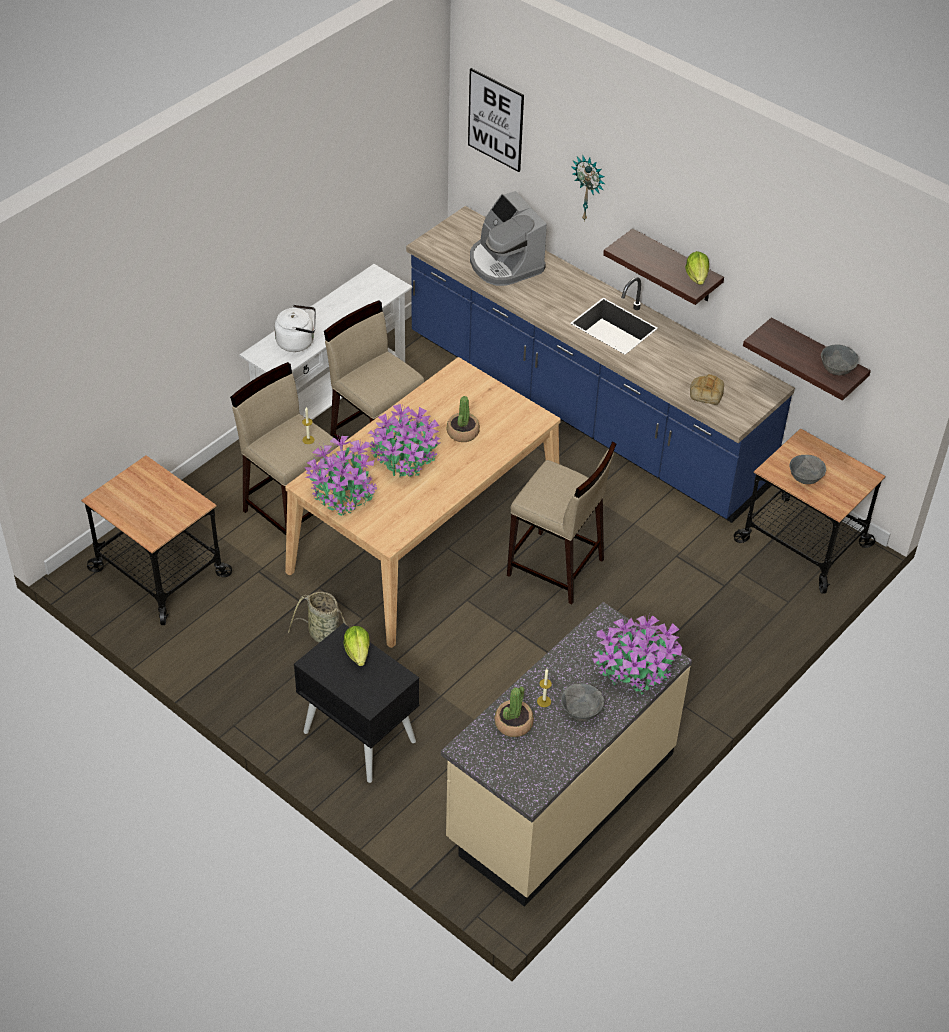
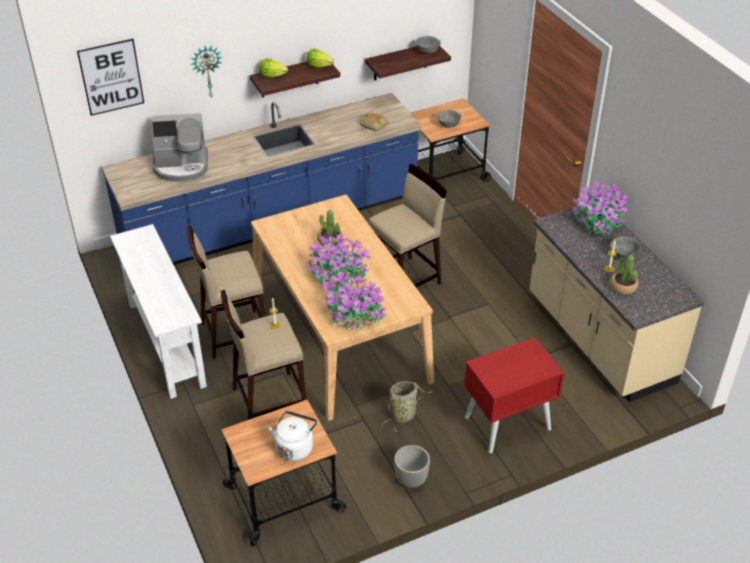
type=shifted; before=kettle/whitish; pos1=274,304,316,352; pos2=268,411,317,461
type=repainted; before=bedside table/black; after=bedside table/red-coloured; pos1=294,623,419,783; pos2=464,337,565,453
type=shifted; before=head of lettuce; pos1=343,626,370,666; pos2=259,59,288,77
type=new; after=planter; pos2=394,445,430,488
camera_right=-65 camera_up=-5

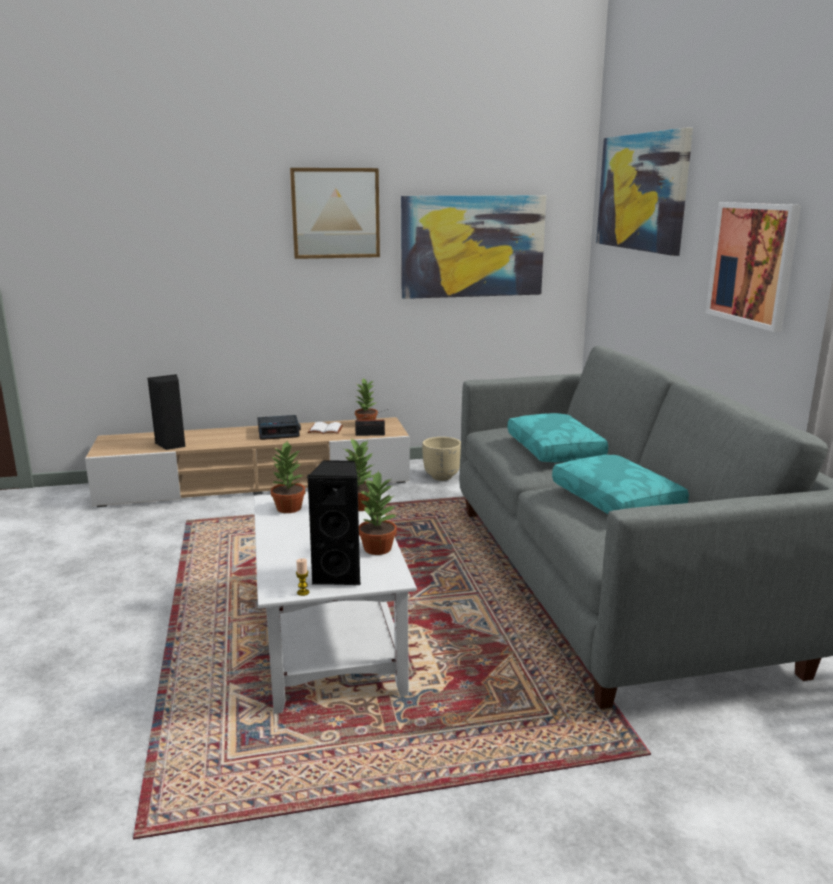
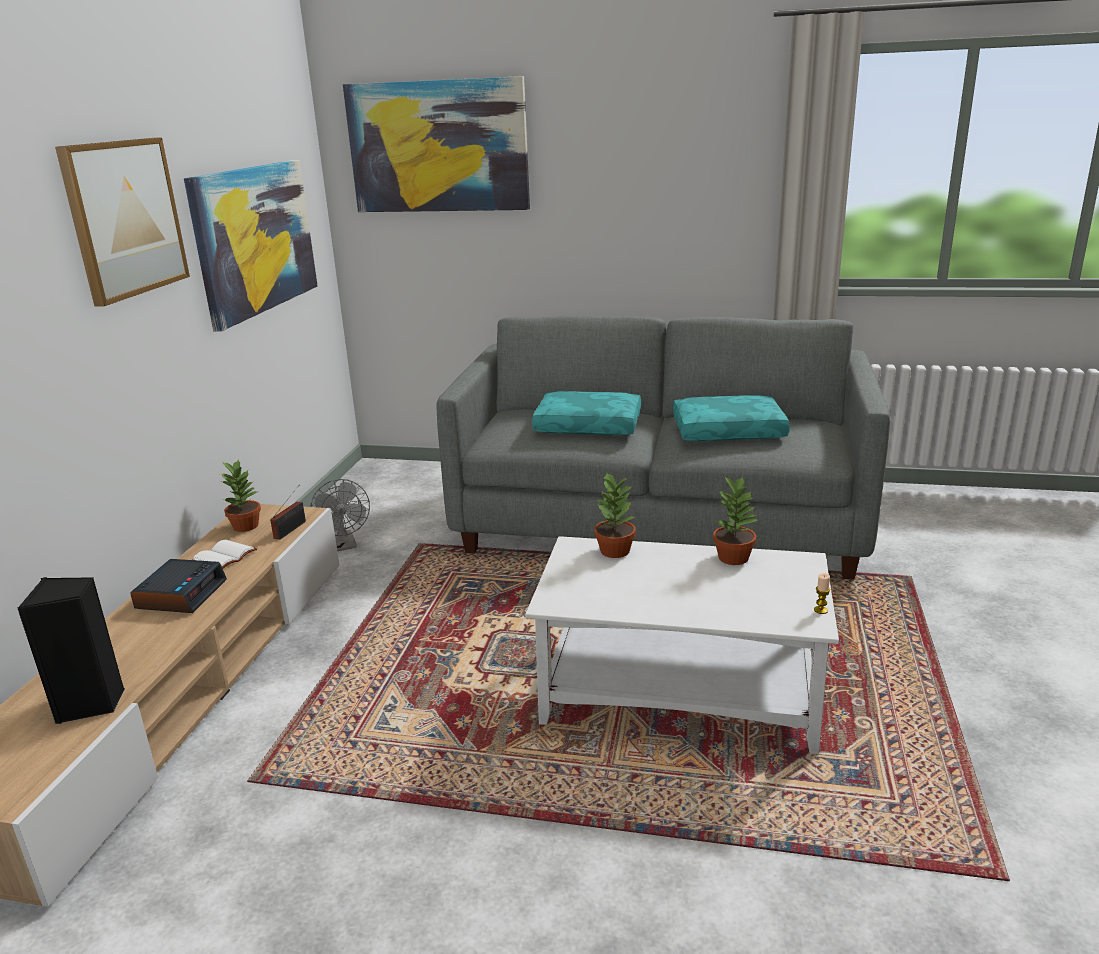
type=gone; before=wall picture; pos1=706,202,801,332
type=swapped; before=planter/beige; after=fan/greyish; pos1=422,437,461,481; pos2=310,479,370,551
type=gone; before=plant in a pot; pos1=271,441,305,513
type=gone; before=loudspeaker/black; pos1=307,460,361,585
camera_right=-65 camera_up=5

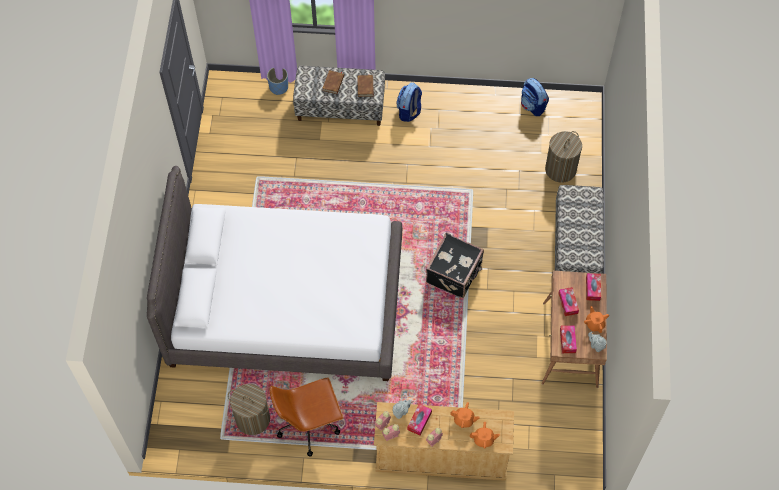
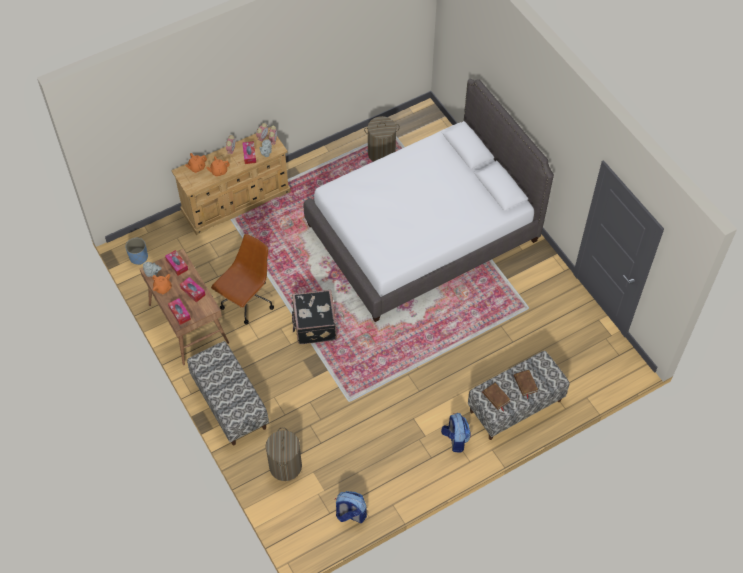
type=shifted; before=planter/bluish; pos1=267,68,288,95; pos2=125,238,148,265
type=shifted; before=office chair/brownish; pos1=269,378,344,456; pos2=211,234,274,325
camera_right=145 camera_up=-5

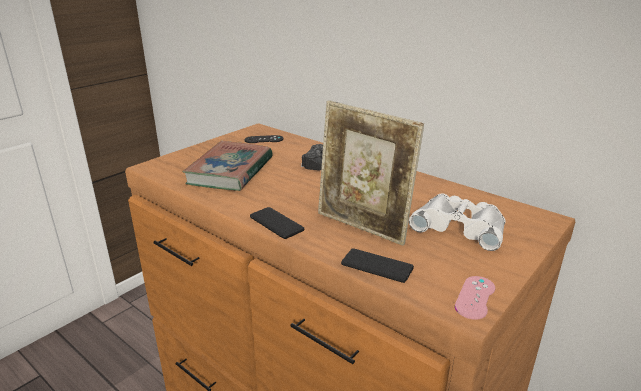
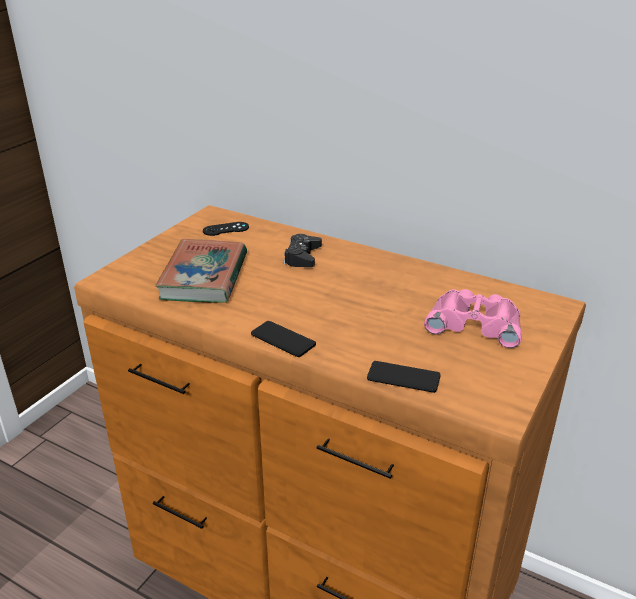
type=gone; before=photo frame; pos1=318,100,424,246
type=repainted; before=field glasses/whitish; after=field glasses/pinkish; pos1=409,193,506,251; pos2=424,289,522,348
type=gone; before=gamepad/pinkish; pos1=455,276,495,320
camera_right=-10 camera_up=5

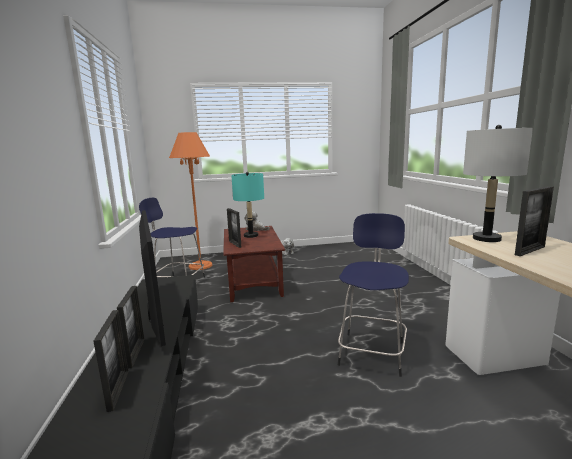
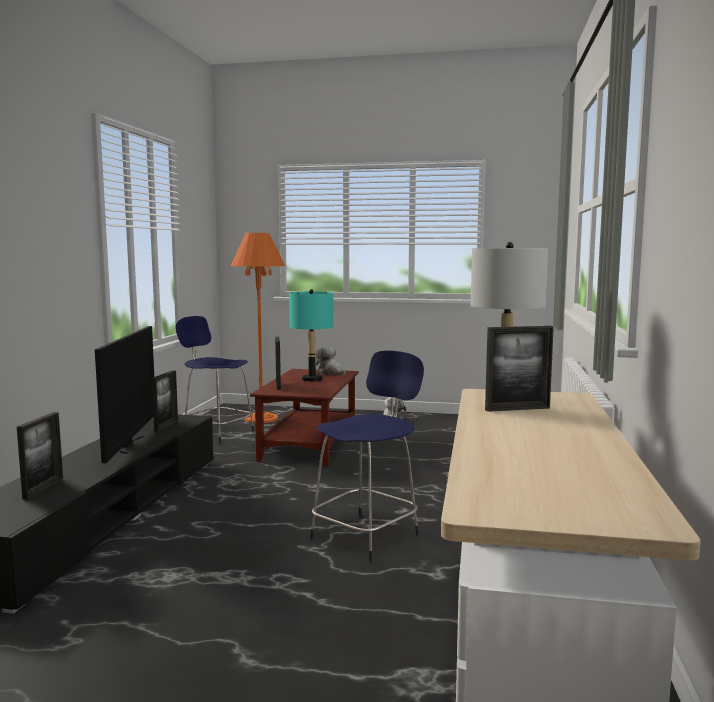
type=shifted; before=photo frame; pos1=117,286,145,369; pos2=152,370,178,432
camera_right=20 camera_up=-5

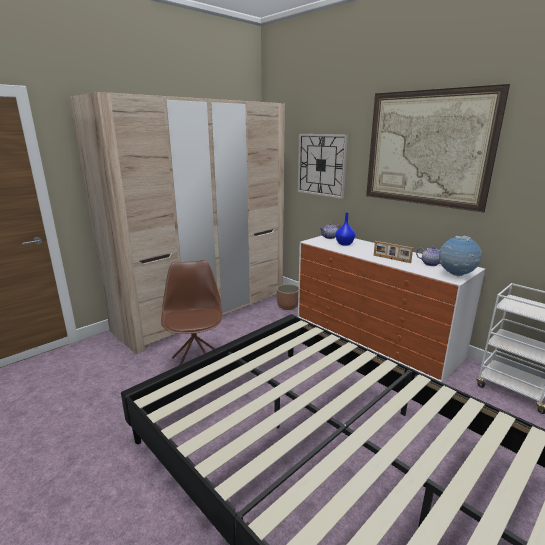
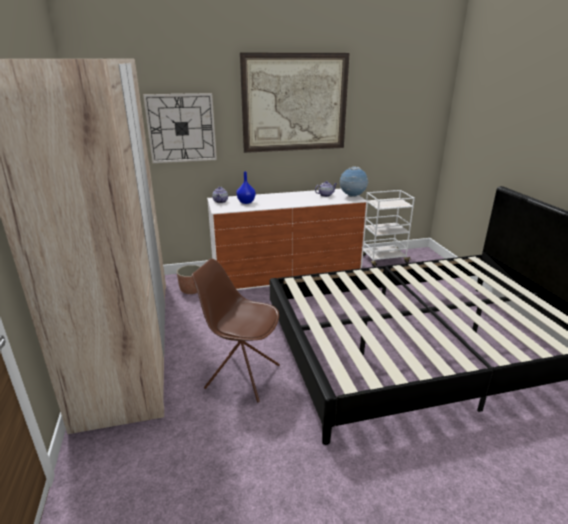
type=gone; before=photo frame; pos1=374,241,413,263
camera_right=-60 camera_up=5

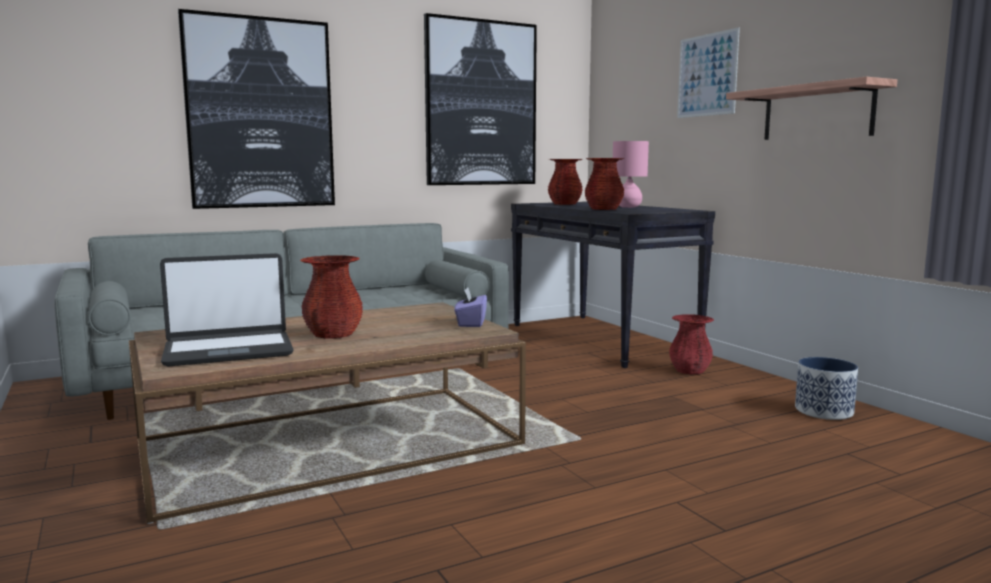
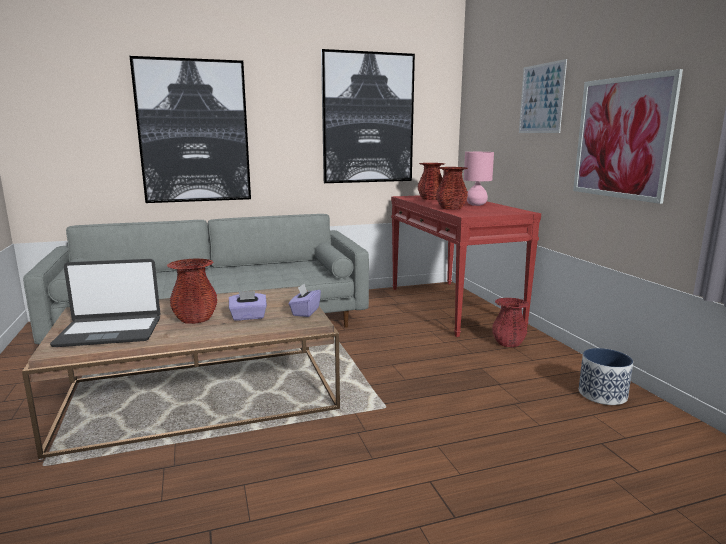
type=swapped; before=shelf; after=wall picture; pos1=726,77,897,140; pos2=573,69,683,204
type=repainted; before=hall table/black; after=hall table/red-coloured; pos1=511,202,715,368; pos2=391,195,541,337
type=new; after=tissue holder/purple; pos2=229,291,267,321
camera_right=10 camera_up=5

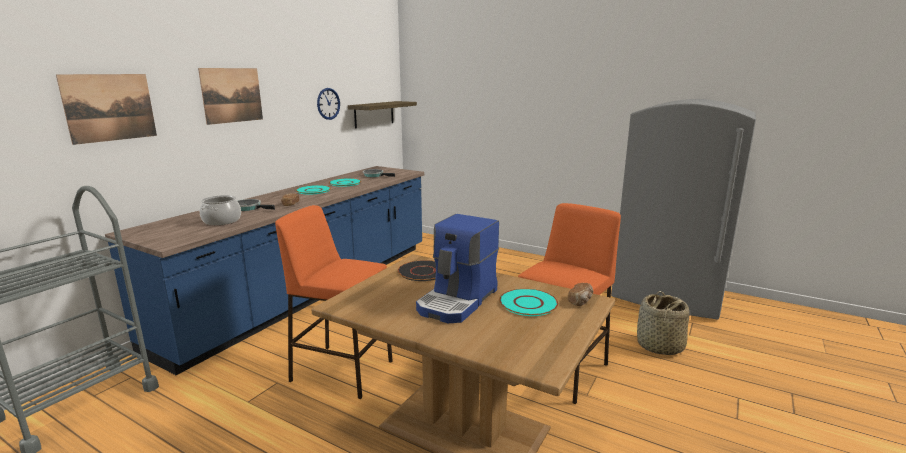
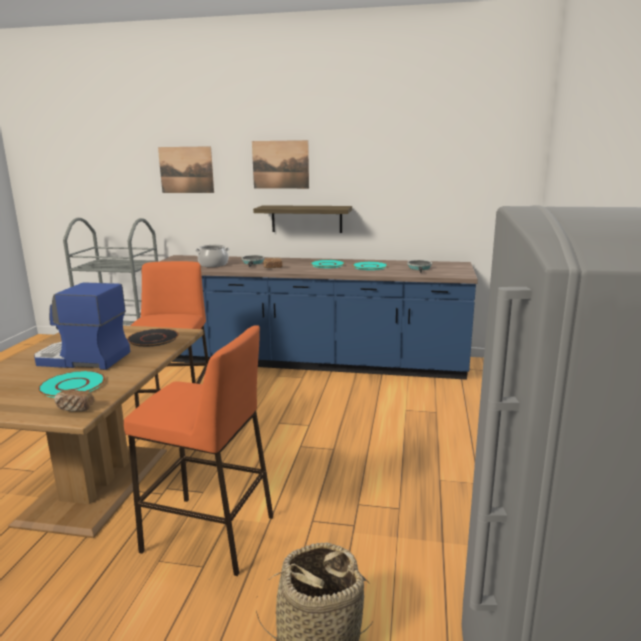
type=gone; before=hanging clock; pos1=317,88,340,120
type=shifted; before=shelf; pos1=348,101,417,128; pos2=253,205,352,233
camera_right=70 camera_up=0

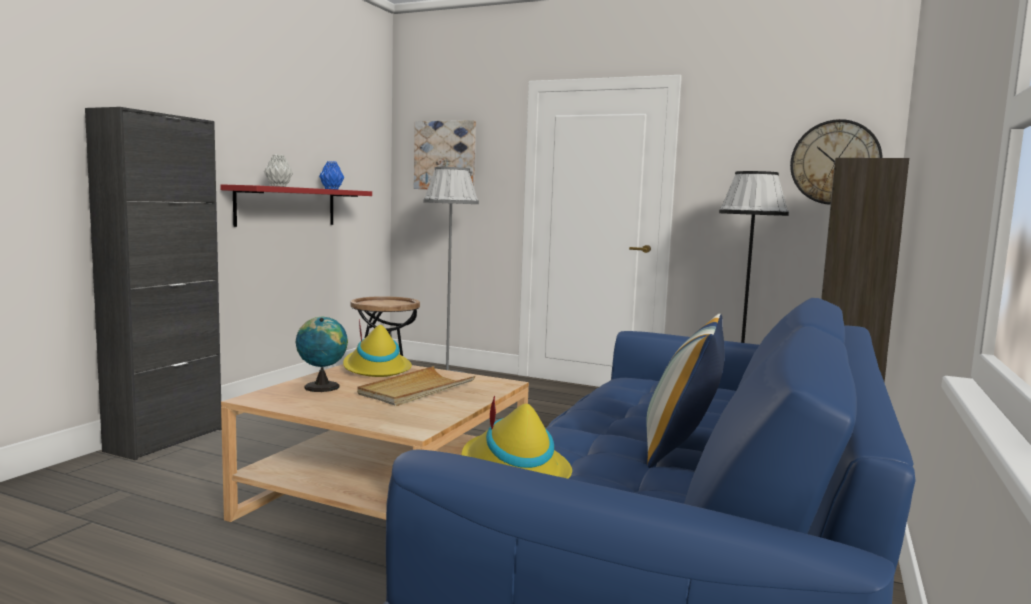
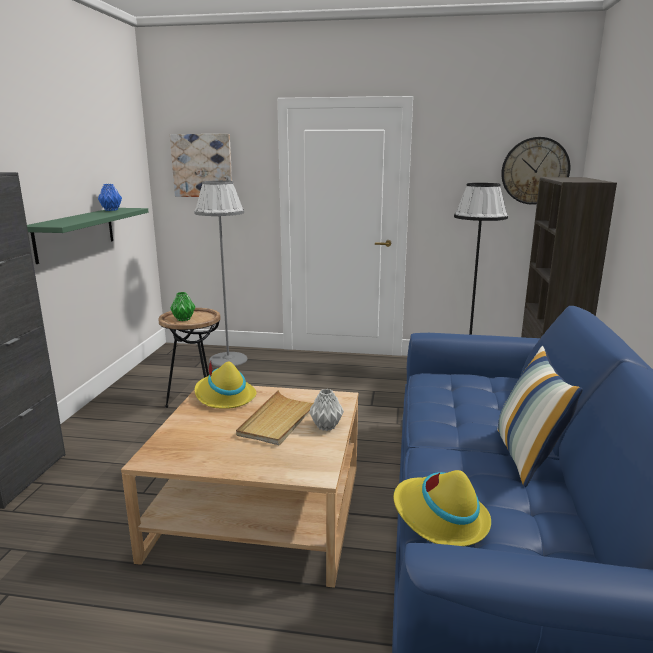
type=shifted; before=flower vase/greyish; pos1=264,154,293,187; pos2=309,389,344,431
type=repainted; before=shelf/red-coloured; after=shelf/green-coloured; pos1=220,184,372,227; pos2=27,208,149,264
type=gone; before=globe; pos1=296,316,348,392
type=new; after=flower vase/green-coloured; pos2=170,292,195,321
camera_right=-15 camera_up=10

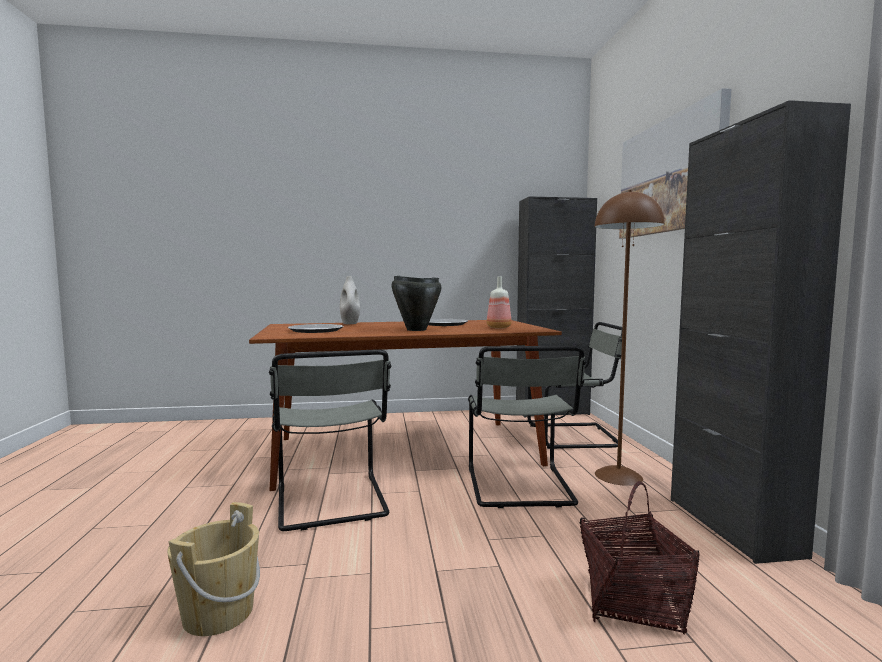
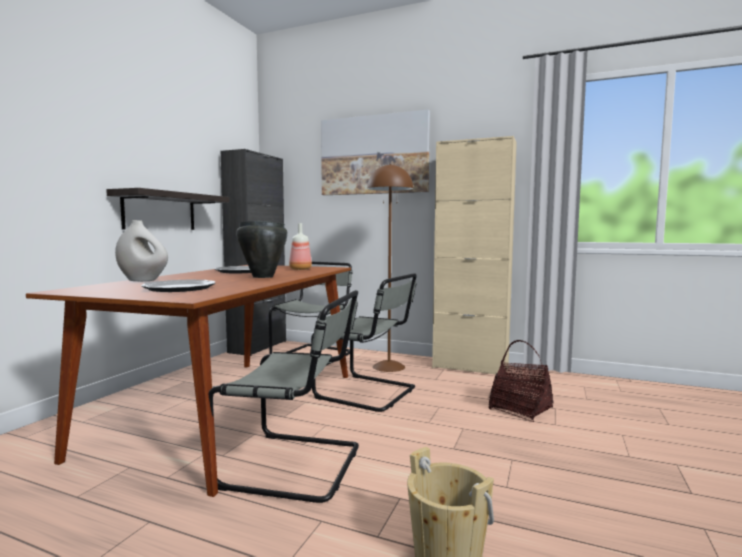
type=repainted; before=storage cabinet/black; after=storage cabinet/beige; pos1=671,100,851,564; pos2=432,136,517,374
type=new; after=shelf; pos2=106,188,229,230
camera_right=-60 camera_up=0

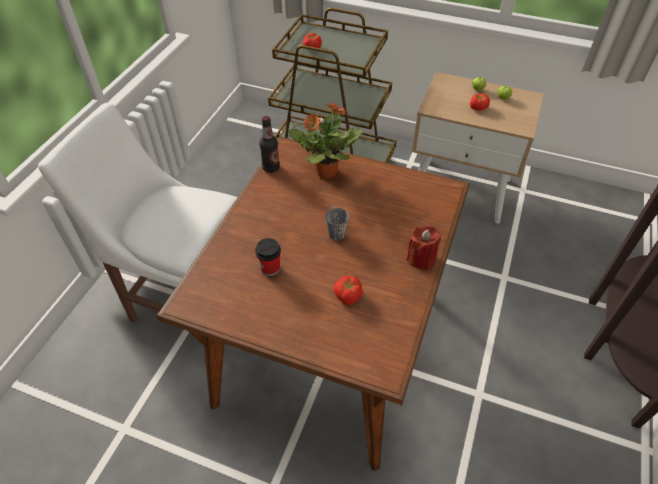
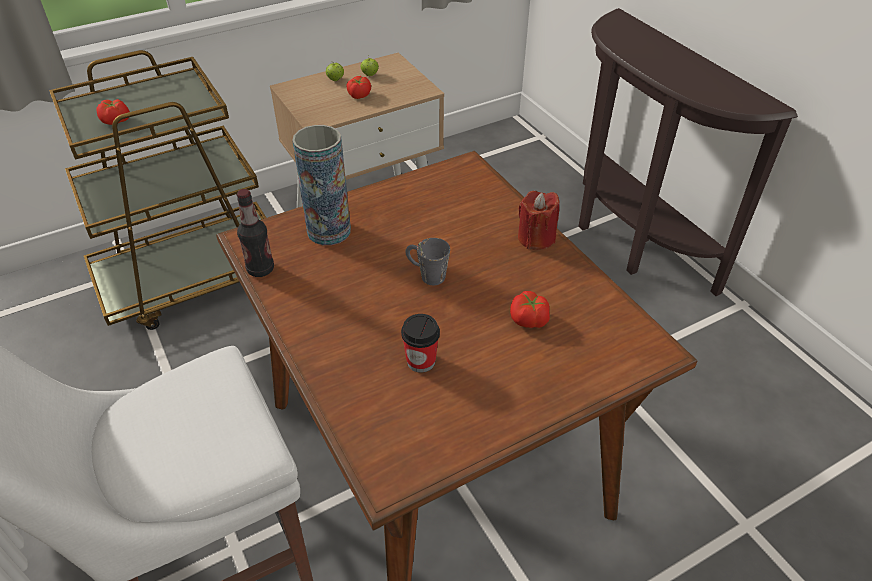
type=swapped; before=plant in a pot; after=flower vase; pos1=289,102,362,179; pos2=292,125,351,245
camera_right=-50 camera_up=-5

